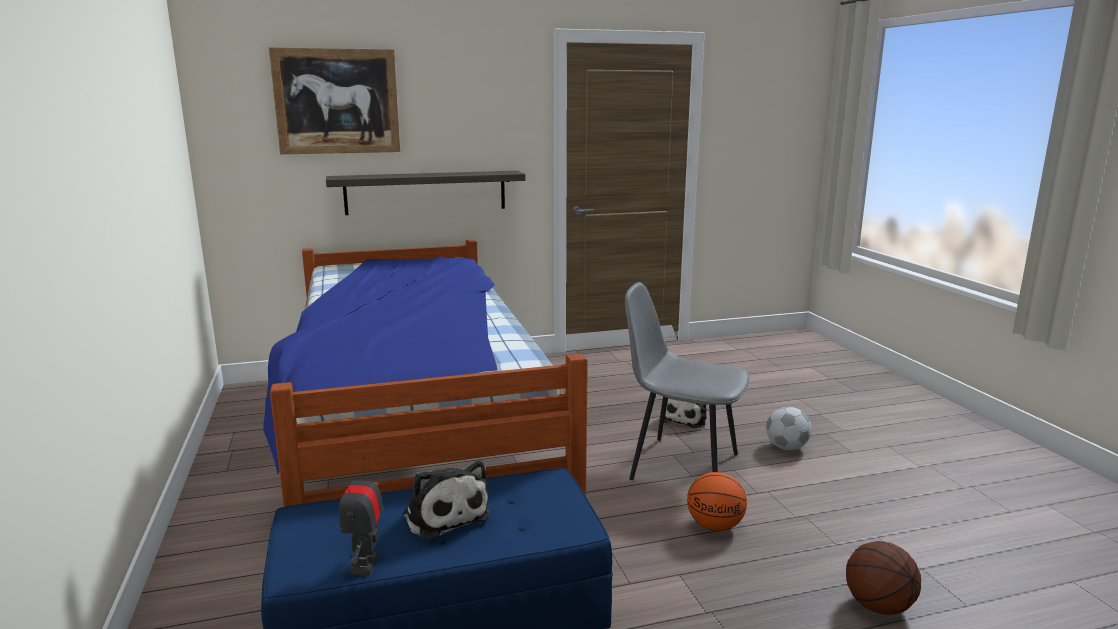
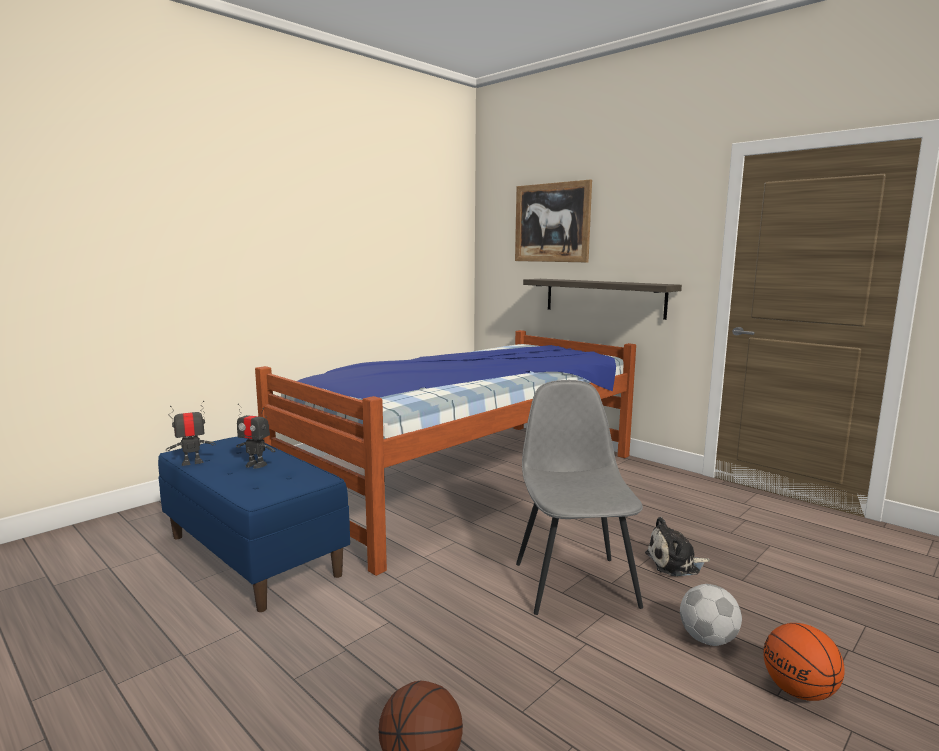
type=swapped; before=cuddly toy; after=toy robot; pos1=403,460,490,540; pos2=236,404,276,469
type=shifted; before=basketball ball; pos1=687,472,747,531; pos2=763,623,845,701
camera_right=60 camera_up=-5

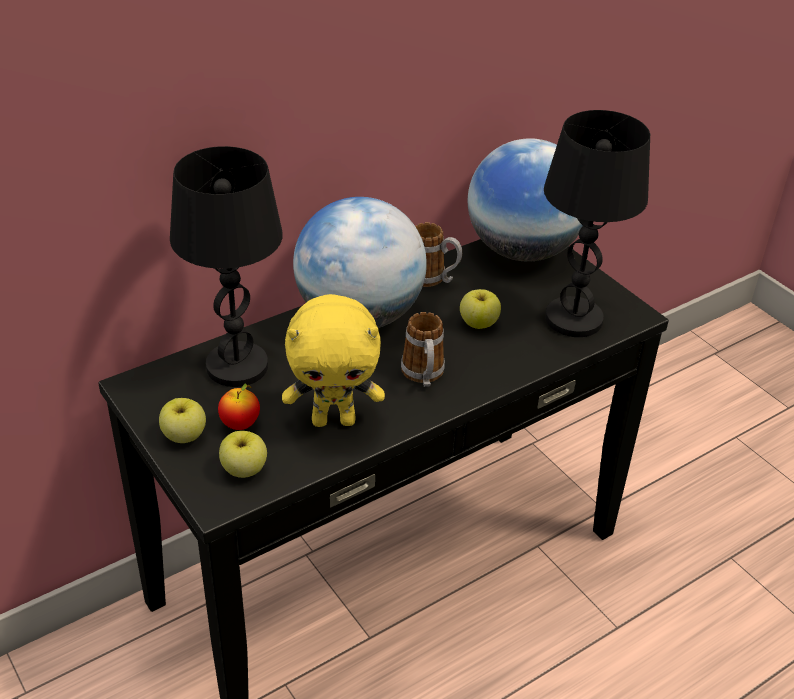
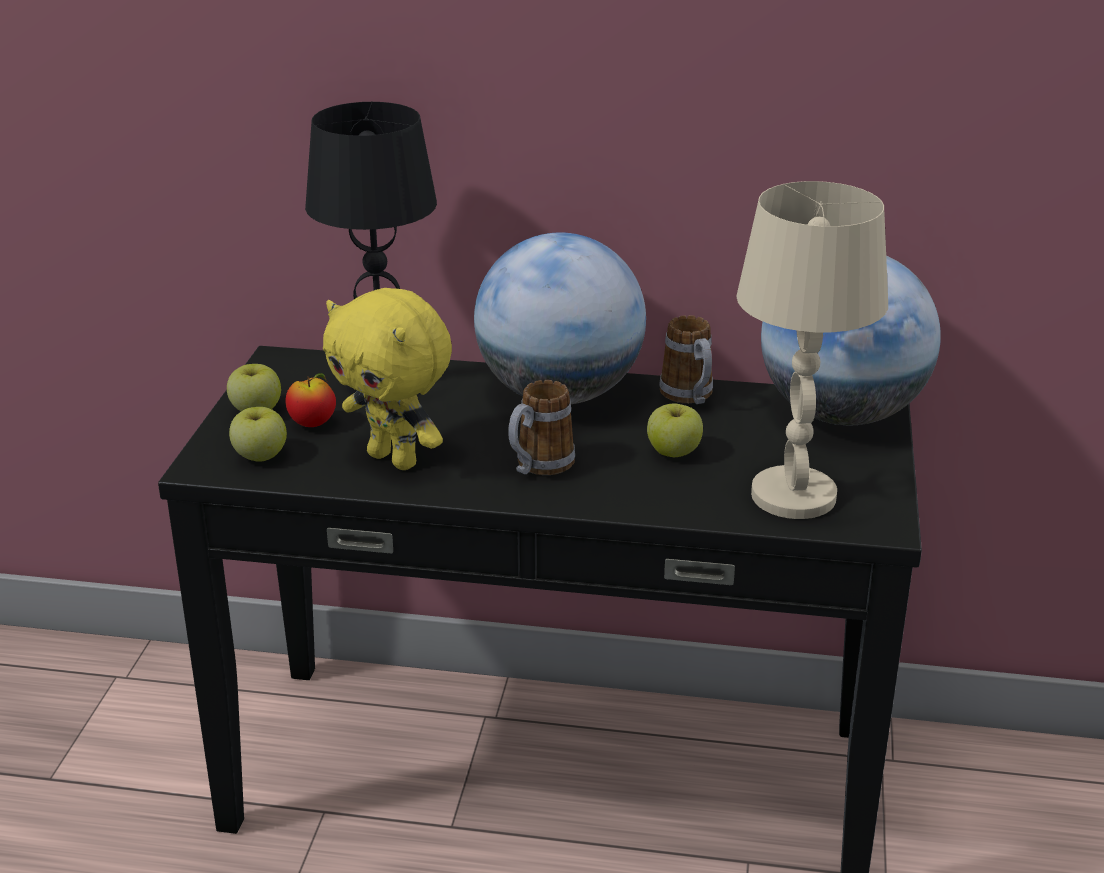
type=repainted; before=lamp for a table/black; after=lamp for a table/beige; pos1=544,110,650,337; pos2=736,181,888,519
camera_right=45 camera_up=-10

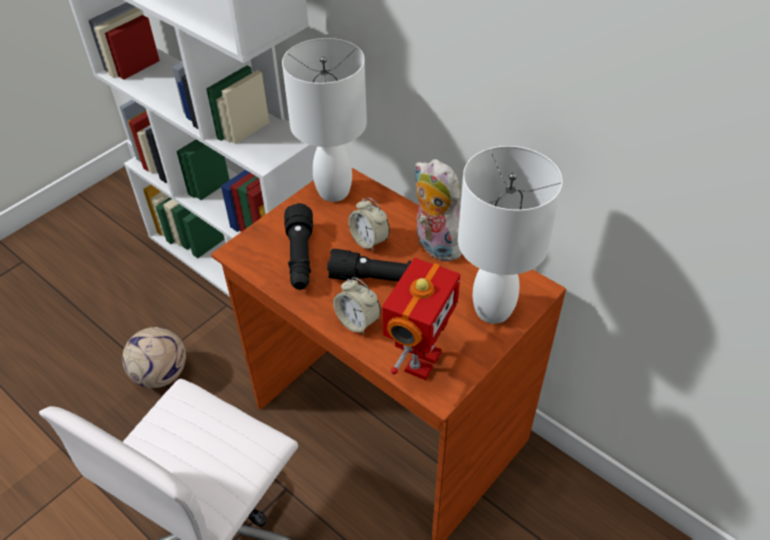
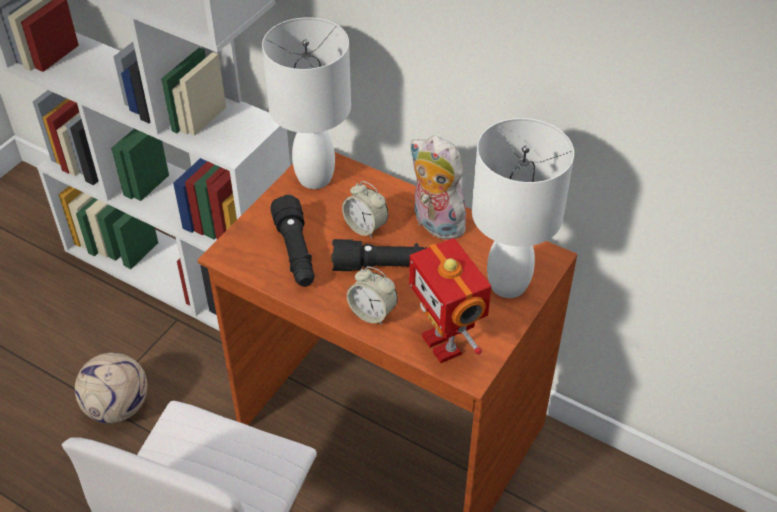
type=rotated; before=toy robot; pos1=382,258,460,380; pos2=409,238,491,364; turn=135
camera_right=-10 camera_up=0

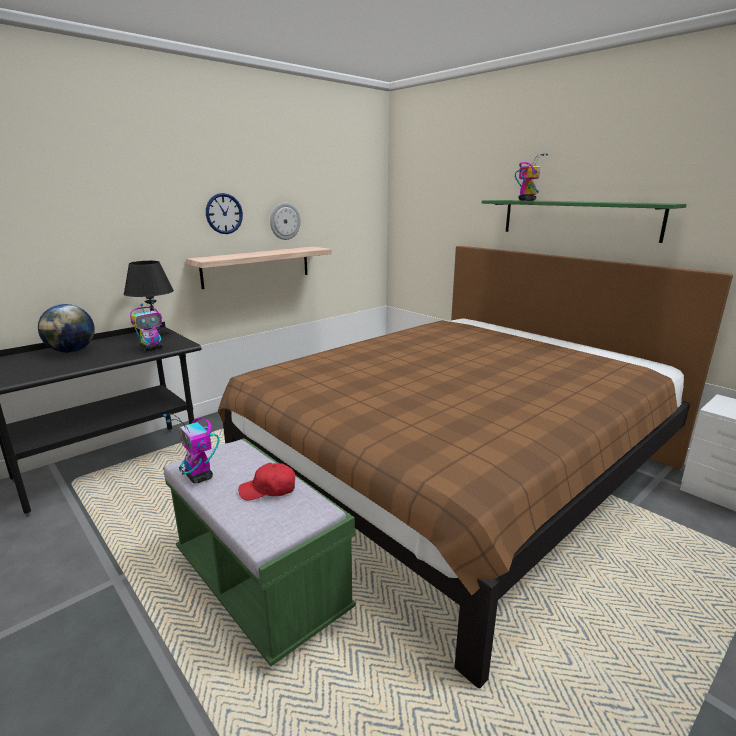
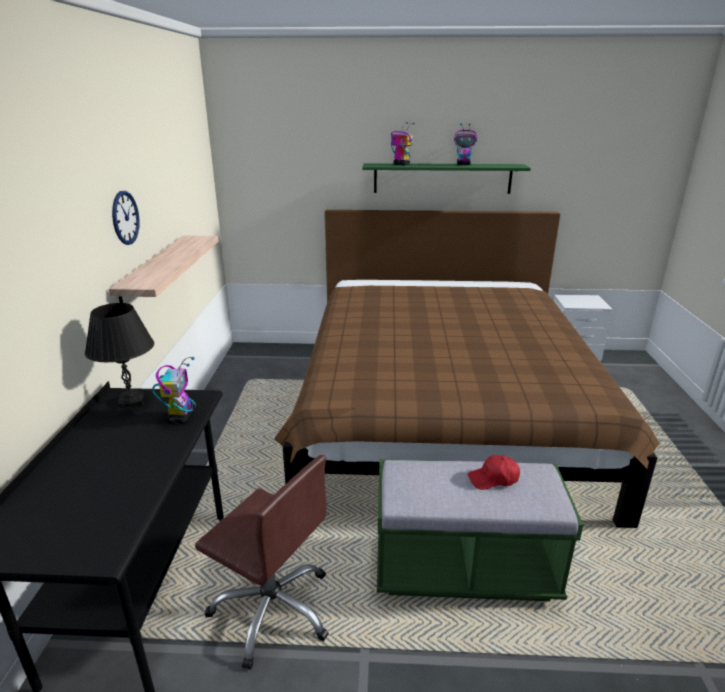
type=gone; before=hanging clock; pos1=270,203,301,240
type=gone; before=globe; pos1=38,304,95,353
type=shifted; before=toy robot; pos1=163,414,219,484; pos2=454,123,477,165
type=rotated; before=baseball cap/red-coloured; pos1=238,463,295,500; pos2=468,455,520,490; turn=45
type=new; after=office chair/brownish; pos2=195,455,329,670
camera_right=-45 camera_up=5

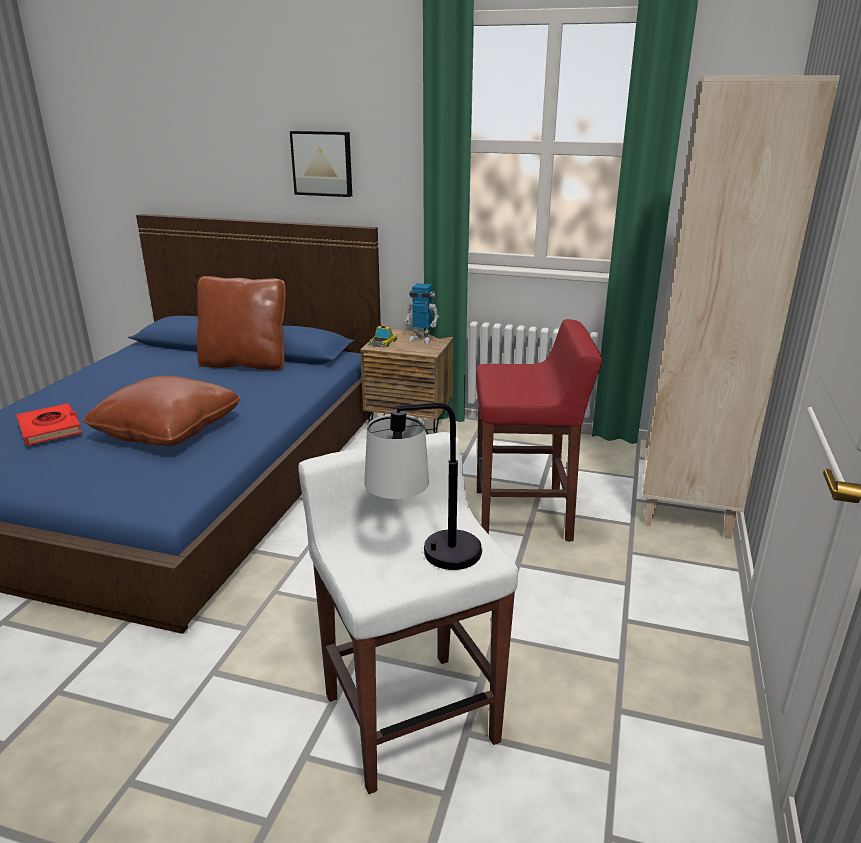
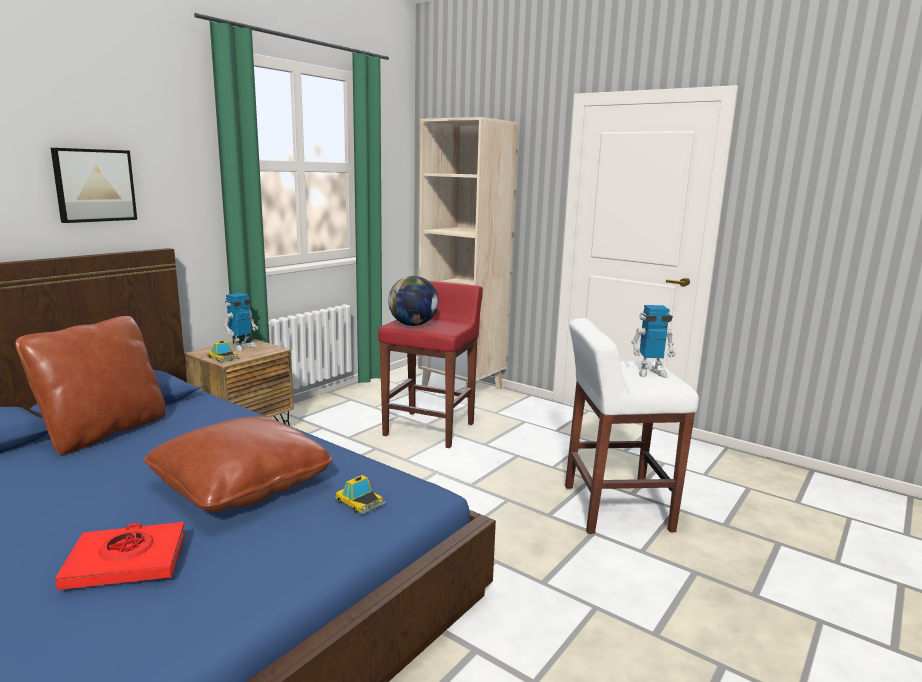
type=swapped; before=lamp for a table; after=toy robot; pos1=364,402,482,570; pos2=632,305,675,378
type=new; after=globe; pos2=388,276,438,326
type=new; after=model car; pos2=334,475,386,515
camera_right=-70 camera_up=-10

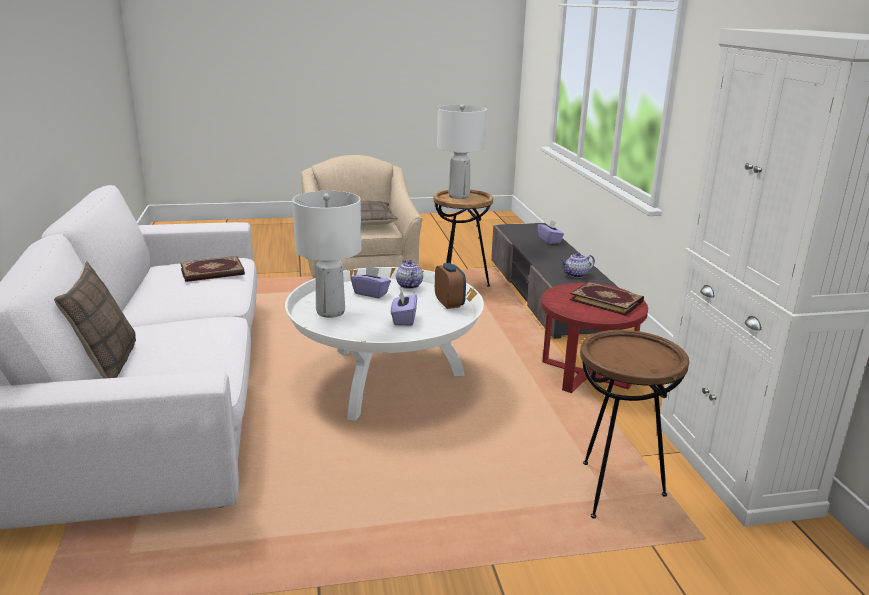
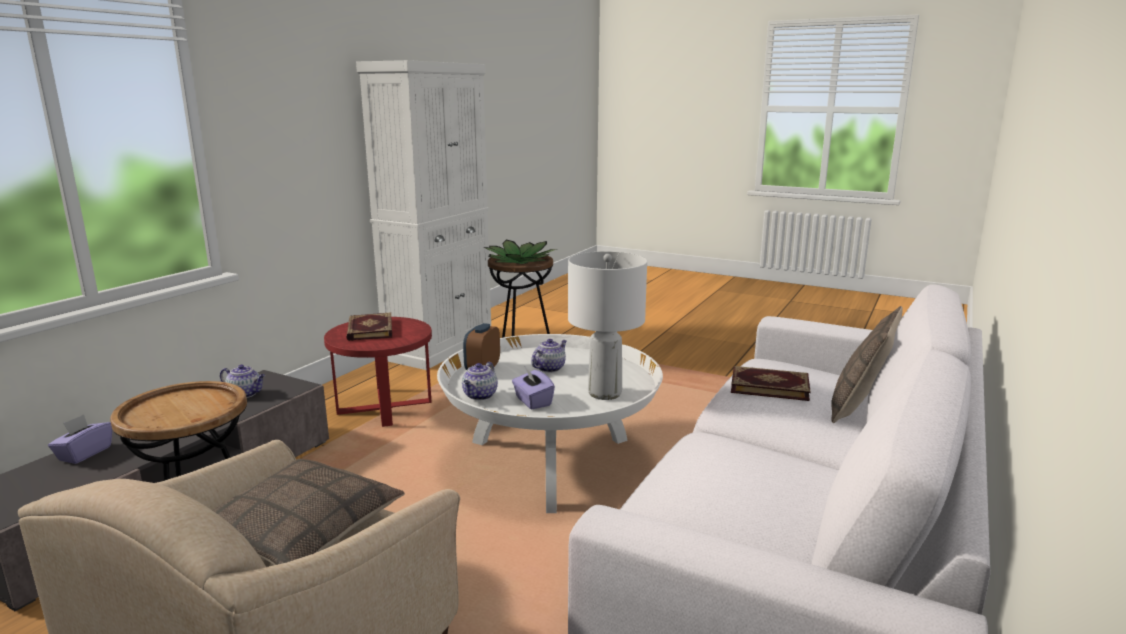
type=gone; before=lamp for a table/whitish; pos1=437,104,487,199
type=shifted; before=bound book; pos1=180,256,245,282; pos2=731,366,811,401
type=swapped; before=tissue holder/purple; after=teapot; pos1=391,289,417,326; pos2=531,339,567,373
type=new; after=plant in a pot; pos2=483,240,556,264
camera_right=-140 camera_up=-5

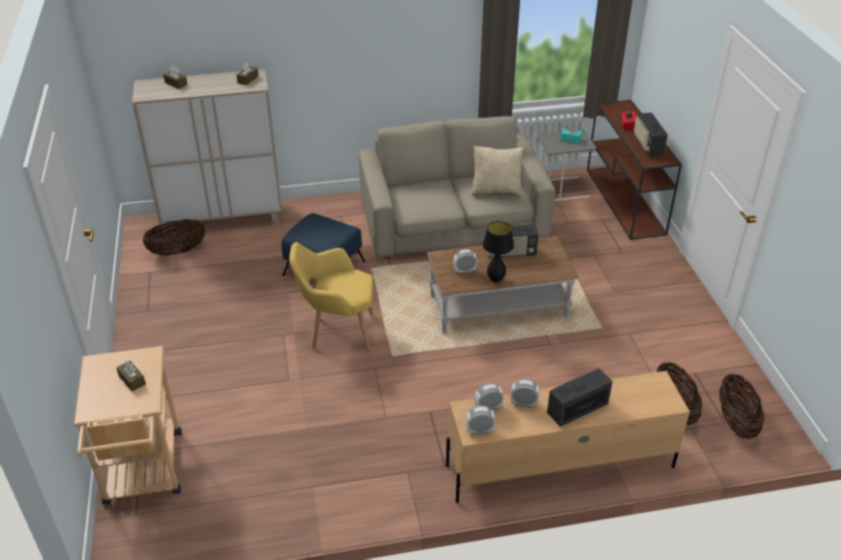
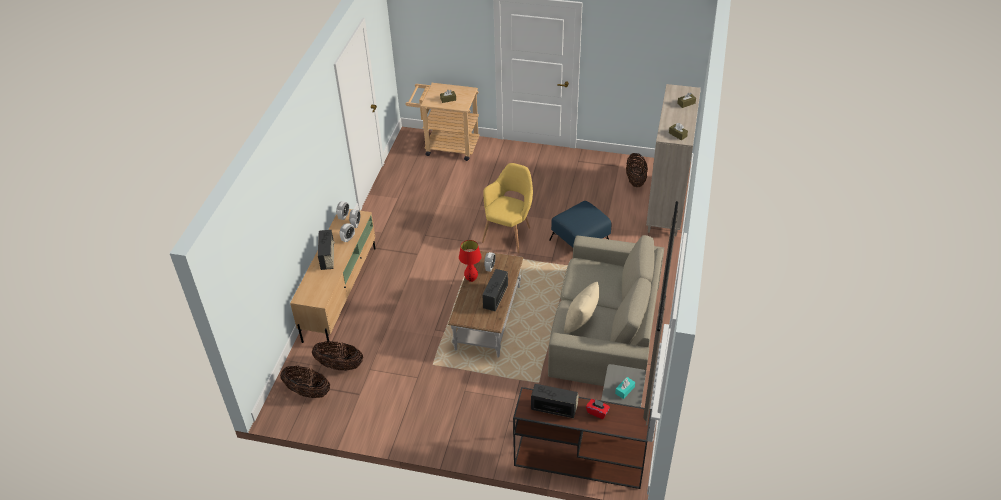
type=repainted; before=lamp for a table/black; after=lamp for a table/red-coloured; pos1=483,221,514,282; pos2=459,240,482,282
camera_right=115 camera_up=5

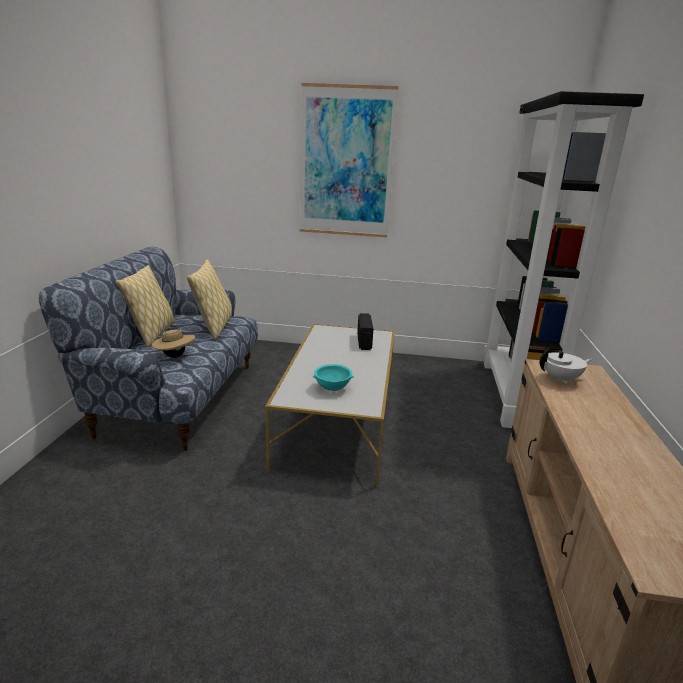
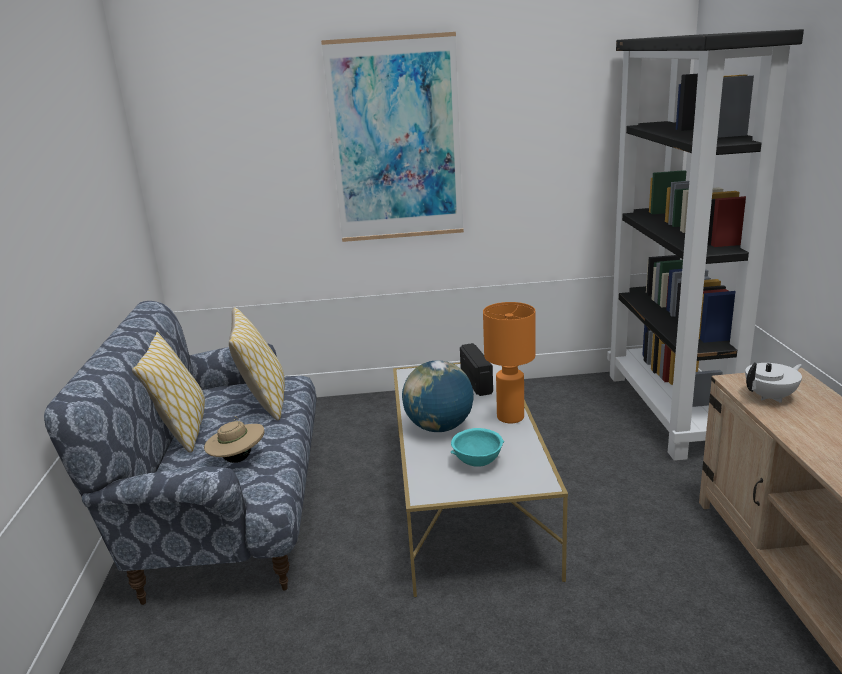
type=new; after=lamp for a table/orangey; pos2=483,302,535,423
type=new; after=globe; pos2=402,360,474,432
camera_right=-10 camera_up=0

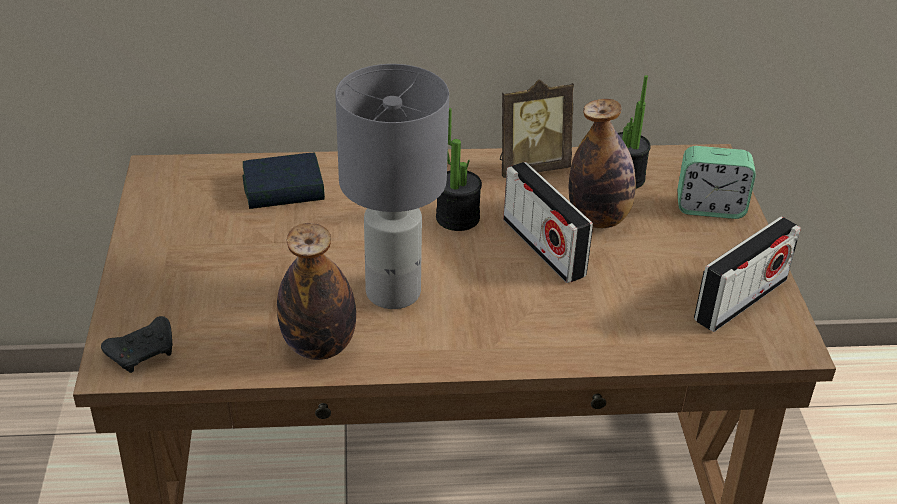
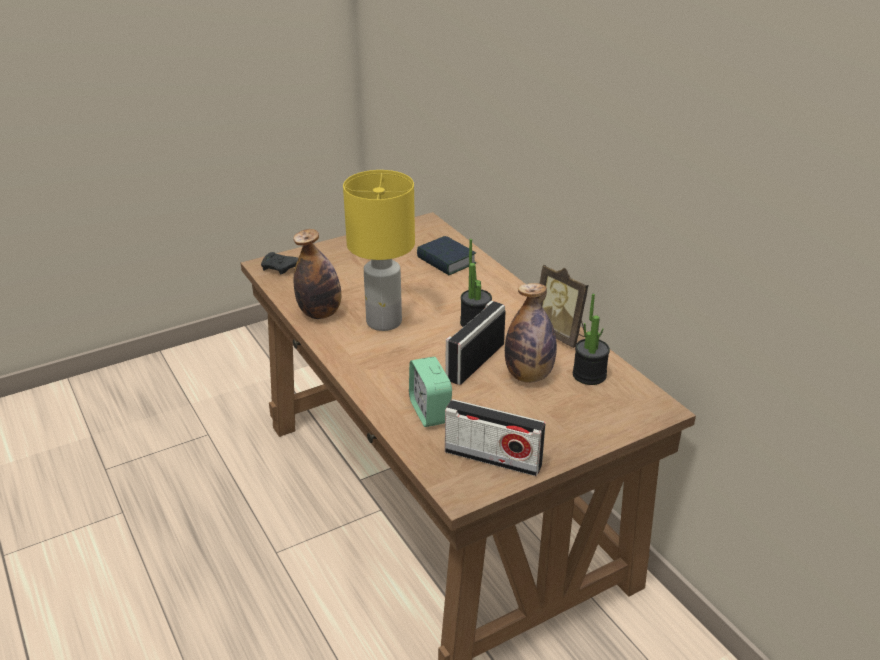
type=repainted; before=lamp for a table/greyish; after=lamp for a table/yellow-coloured; pos1=336,64,449,309; pos2=343,170,415,331
type=shifted; before=table clock; pos1=678,146,756,219; pos2=409,357,452,427
camera_right=65 camera_up=-5

